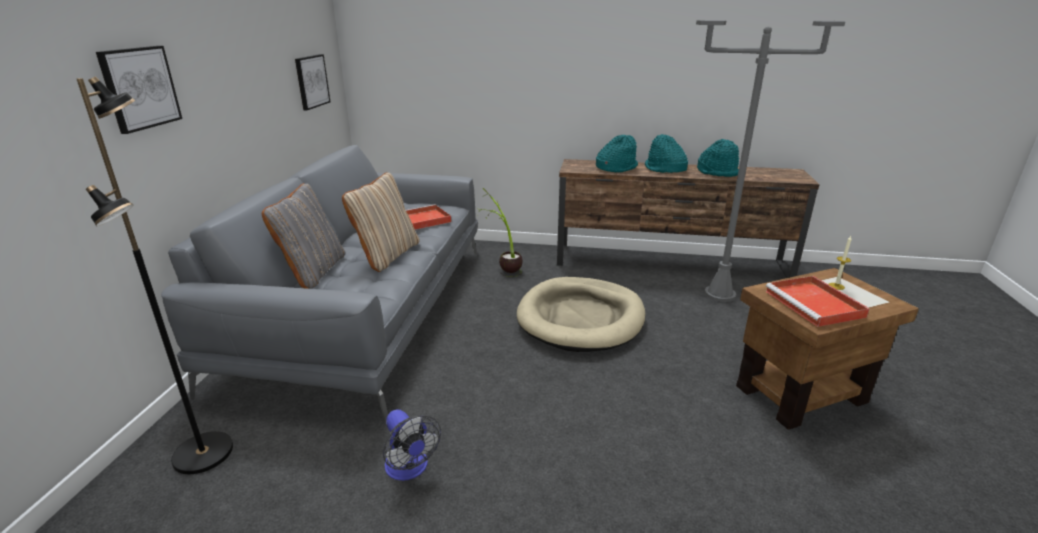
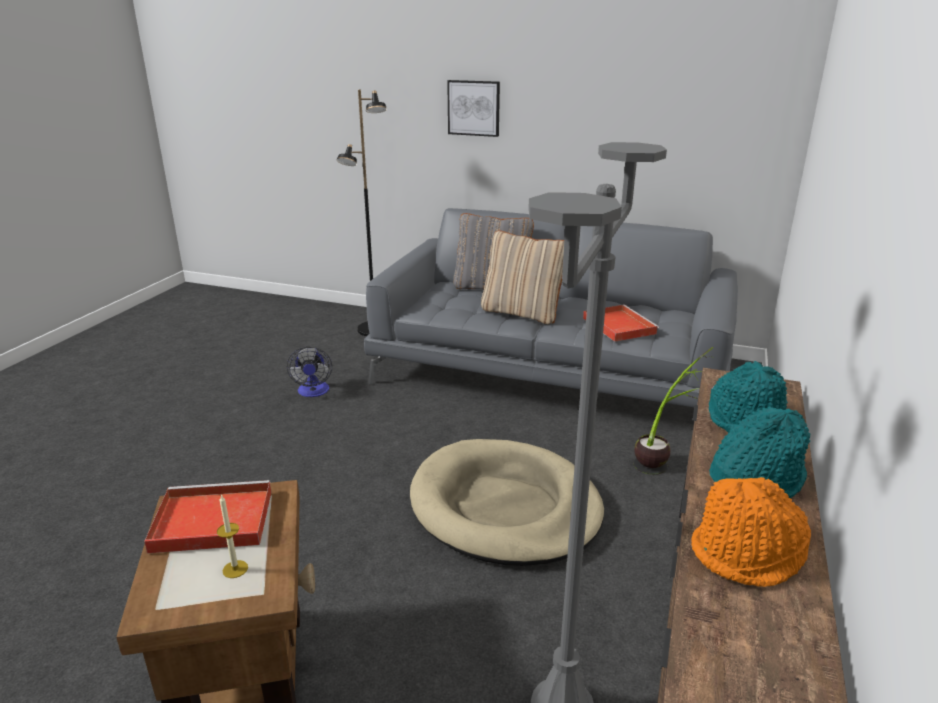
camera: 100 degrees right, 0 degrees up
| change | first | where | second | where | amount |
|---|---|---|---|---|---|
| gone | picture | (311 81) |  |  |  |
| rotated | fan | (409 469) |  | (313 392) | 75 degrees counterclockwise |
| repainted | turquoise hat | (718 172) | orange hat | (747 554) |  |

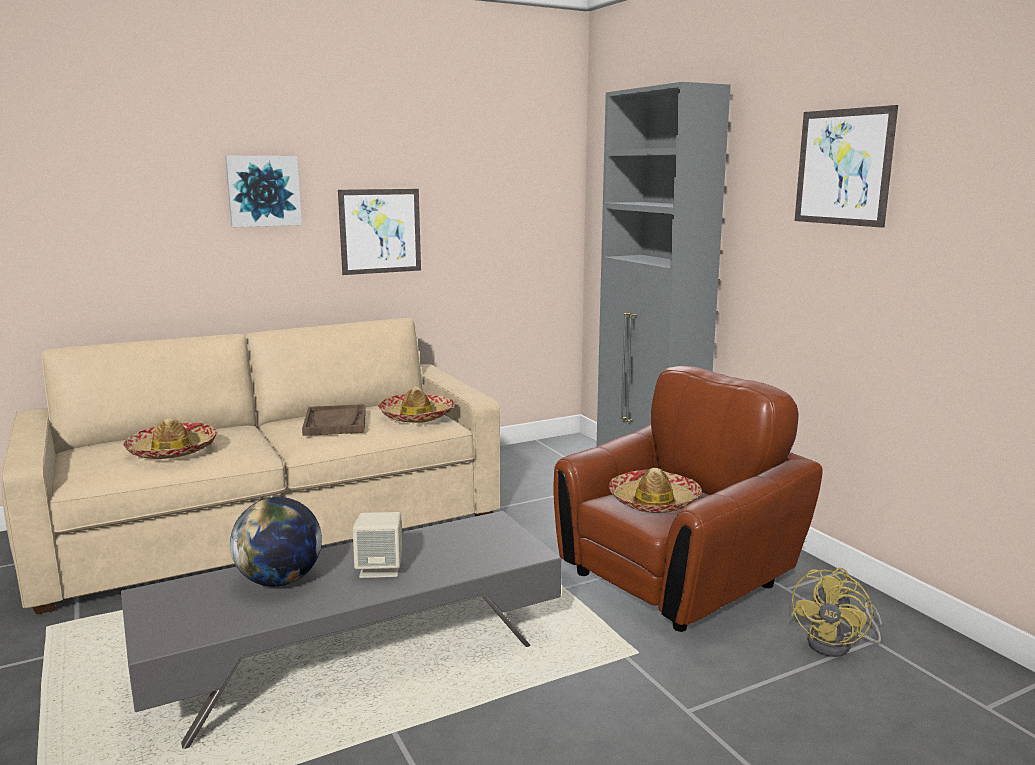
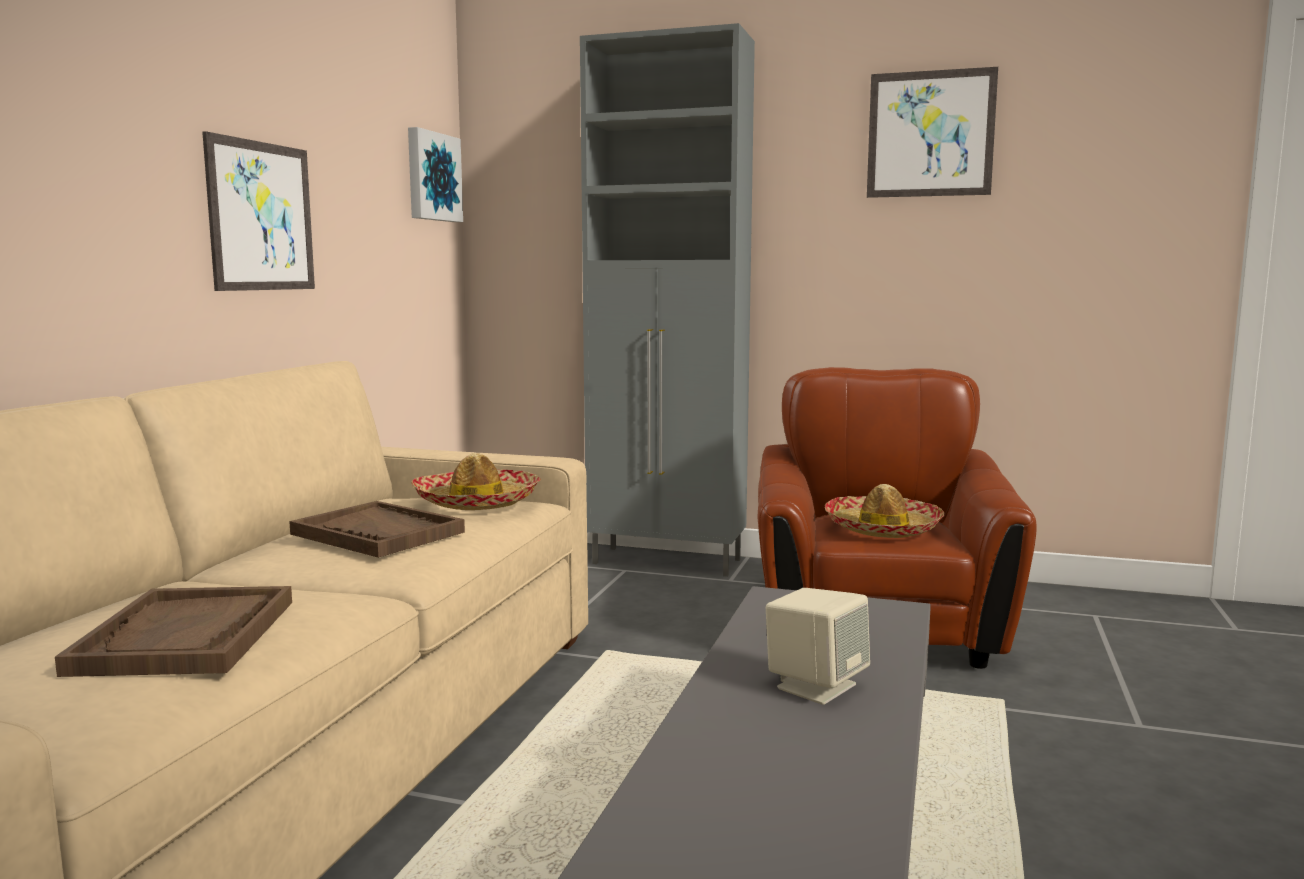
camera: 45 degrees left, 5 degrees down
| change | first | where | second | where | amount |
|---|---|---|---|---|---|
| swapped | hat | (172 450) | brown tray | (186 636) |  |
| shifted | picture | (263 191) |  | (432 177) |  |
| gone | globe | (280 580) |  |  |  |
| gone | yellow fan | (837 645) |  |  |  |

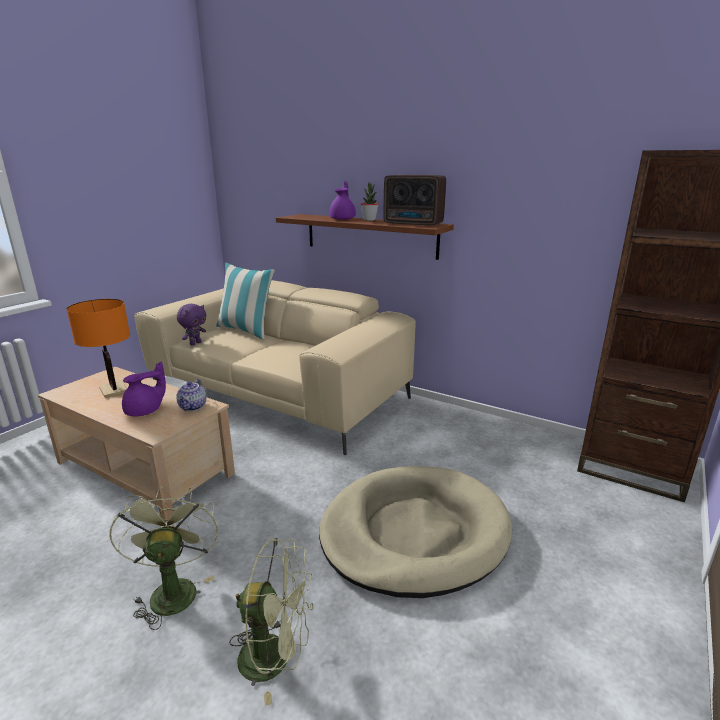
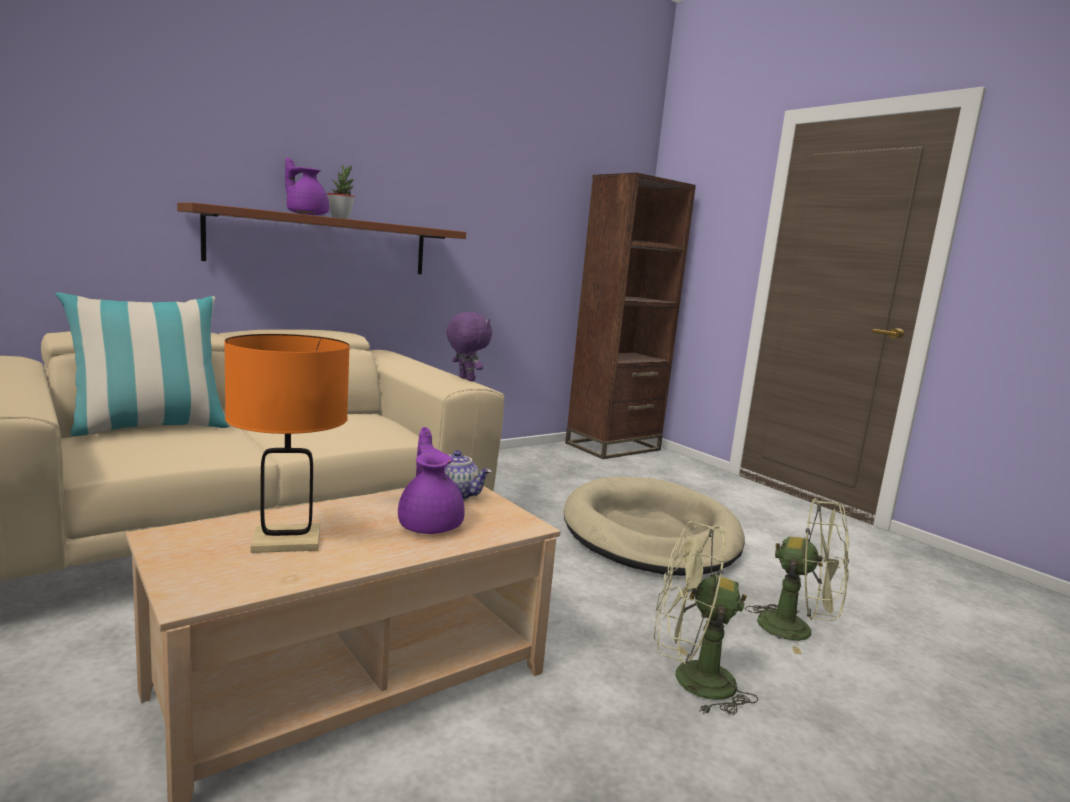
camera: 70 degrees left, 10 degrees down
| change | first | where | second | where | amount |
|---|---|---|---|---|---|
| shifted | purple plush toy | (195 343) |  | (465 379) |  |
| rotated | green fan | (276 657) |  | (797 630) | 90 degrees clockwise |
| gone | radio | (414 224) |  |  |  |

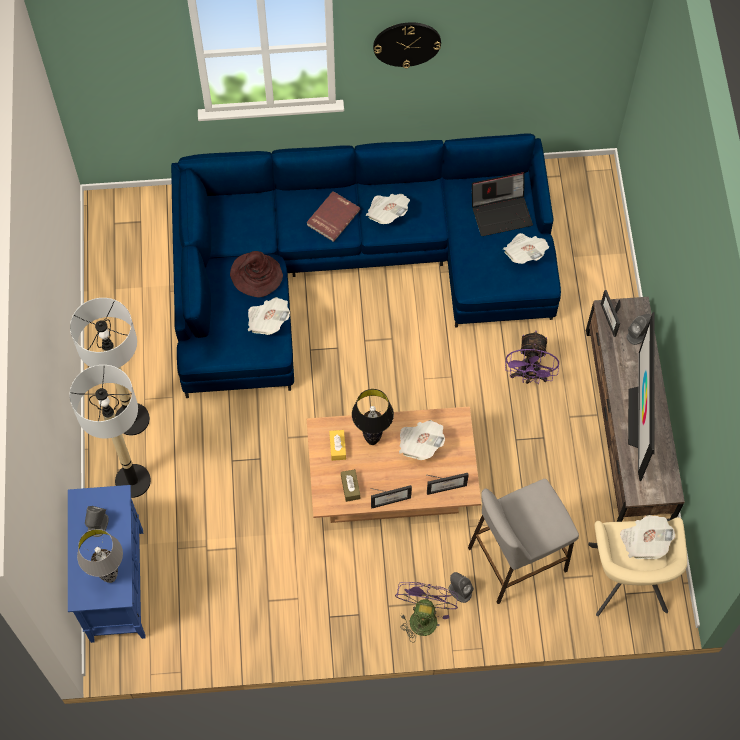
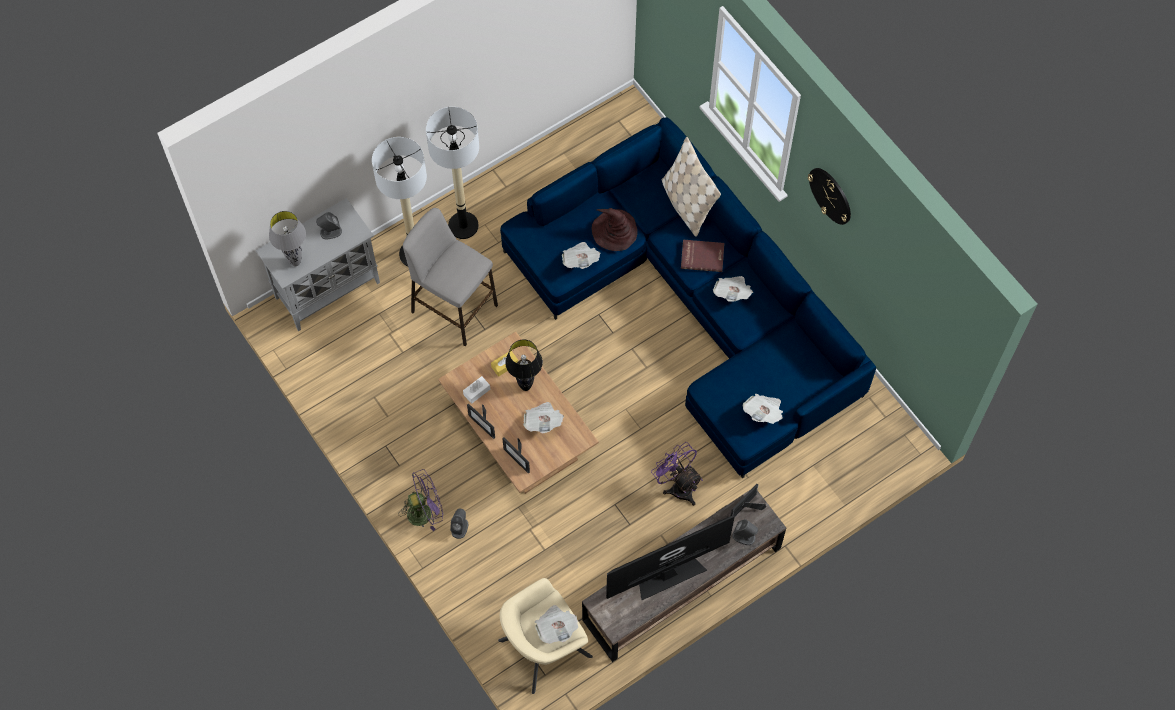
camera: 60 degrees right, 0 degrees up
| change | first | where | second | where | amount |
|---|---|---|---|---|---|
| repainted | blue cabinet | (117 584) | grey cabinet | (328 289) |  |
| repainted | brown tissue box | (350 487) | white tissue box | (477 392) |  |
| shifted | grey stool | (516 559) |  | (454 308) |  |
| gone | laptop | (501 212) |  |  |  |
| rotated | purple fan | (528 376) |  | (678 486) | 75 degrees clockwise |
| new |  |  | beige pillow | (687 204) |  |

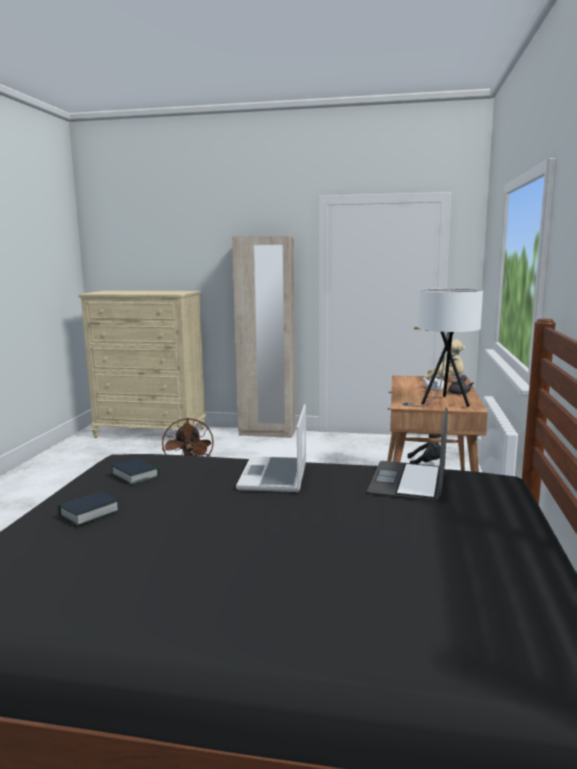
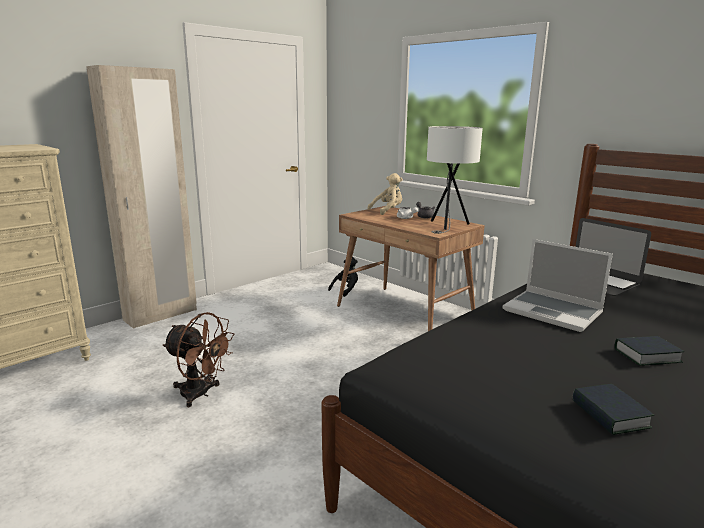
camera: 55 degrees left, 5 degrees up
| change | first | where | second | where | amount |
|---|---|---|---|---|---|
| shifted | book | (135 476) |  | (646 355) |  |

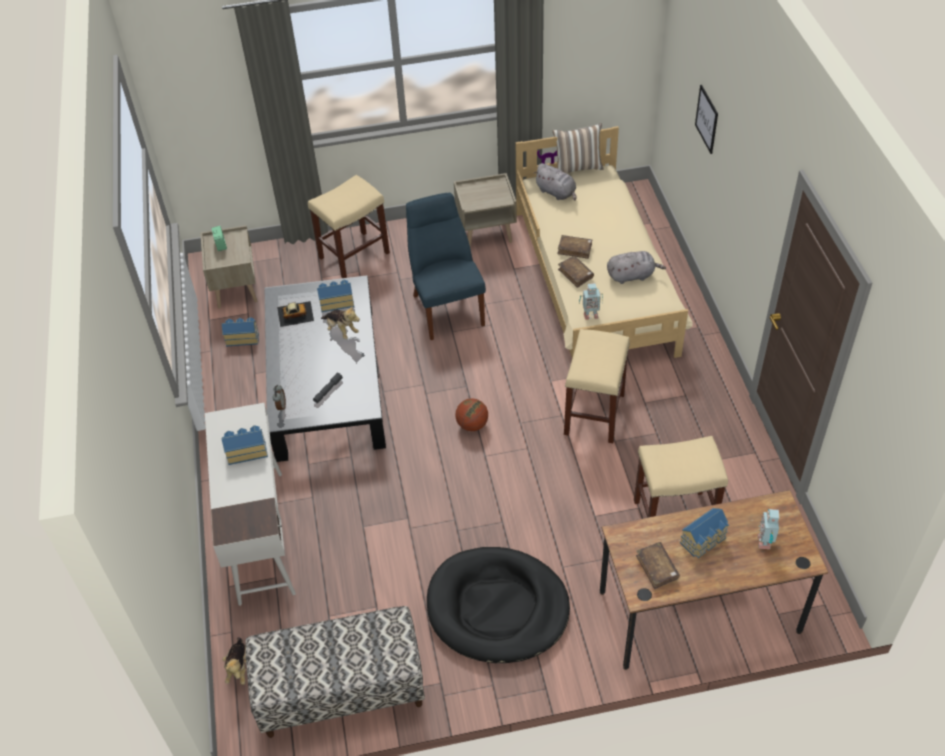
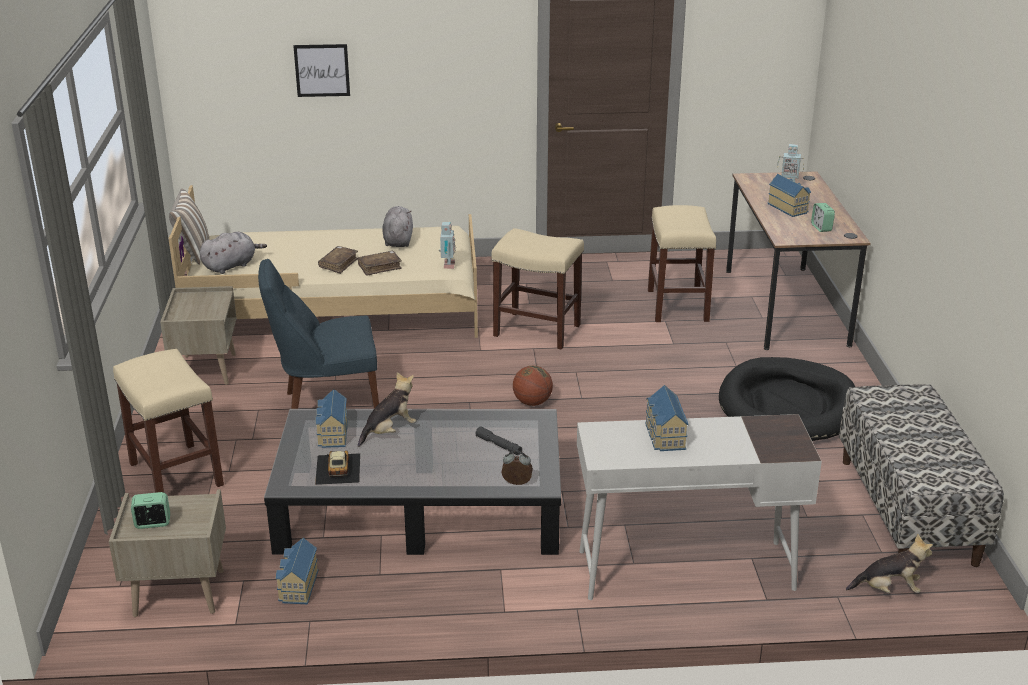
camera: 85 degrees left, 20 degrees down
| change | first | where | second | where | amount |
|---|---|---|---|---|---|
| swapped | brown book | (657 568) | alarm clock | (821 228) |  |

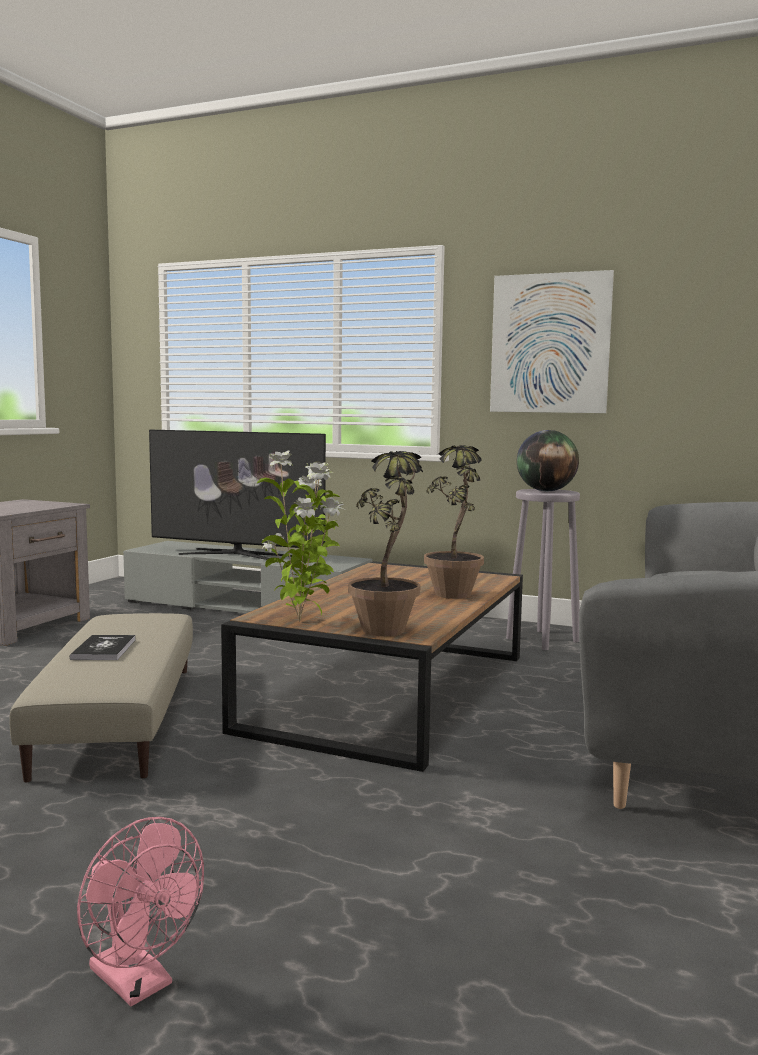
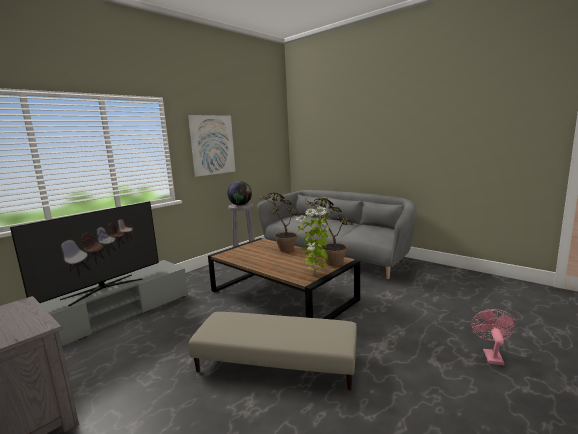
camera: 70 degrees left, 5 degrees up
| change | first | where | second | where | amount |
|---|---|---|---|---|---|
| gone | book | (104 649) |  |  |  |
| rotated | pink fan | (139 983) |  | (491 355) | 45 degrees counterclockwise |

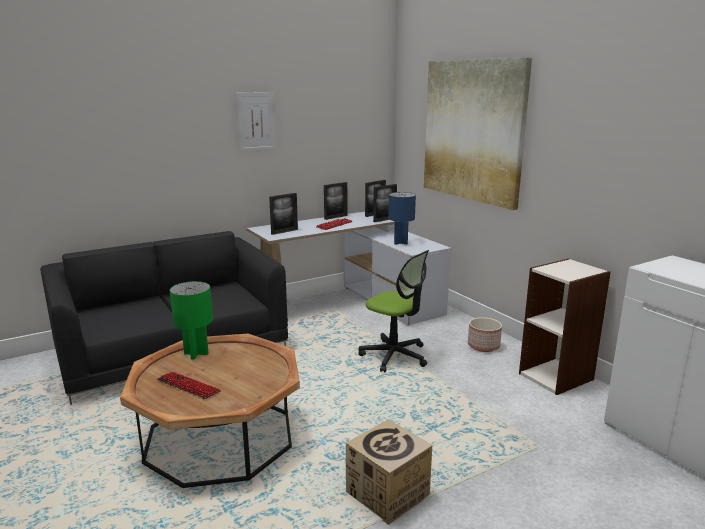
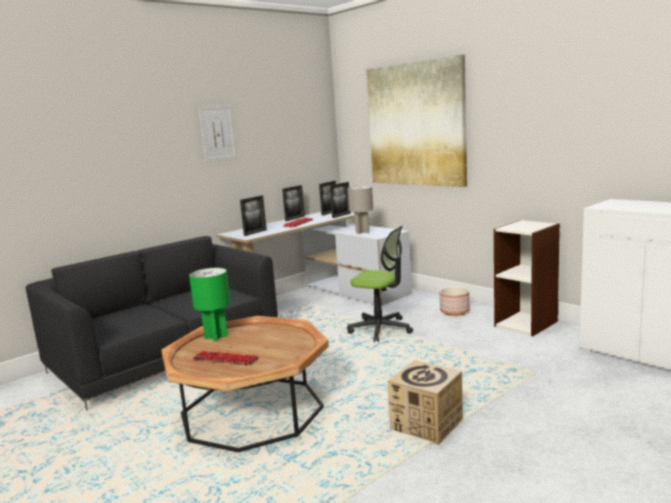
camera: 10 degrees left, 5 degrees down
| change | first | where | second | where | amount |
|---|---|---|---|---|---|
| repainted | blue table lamp | (400 242) | grey table lamp | (362 232) |  |

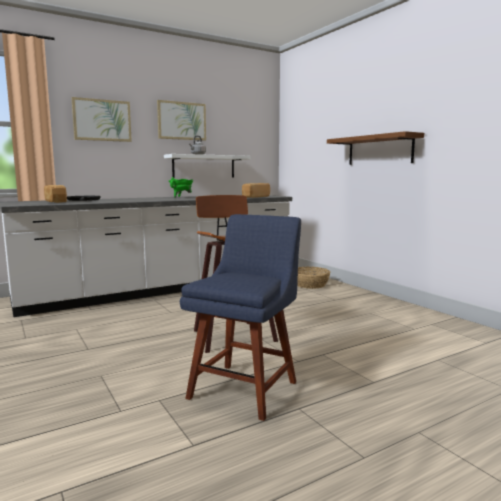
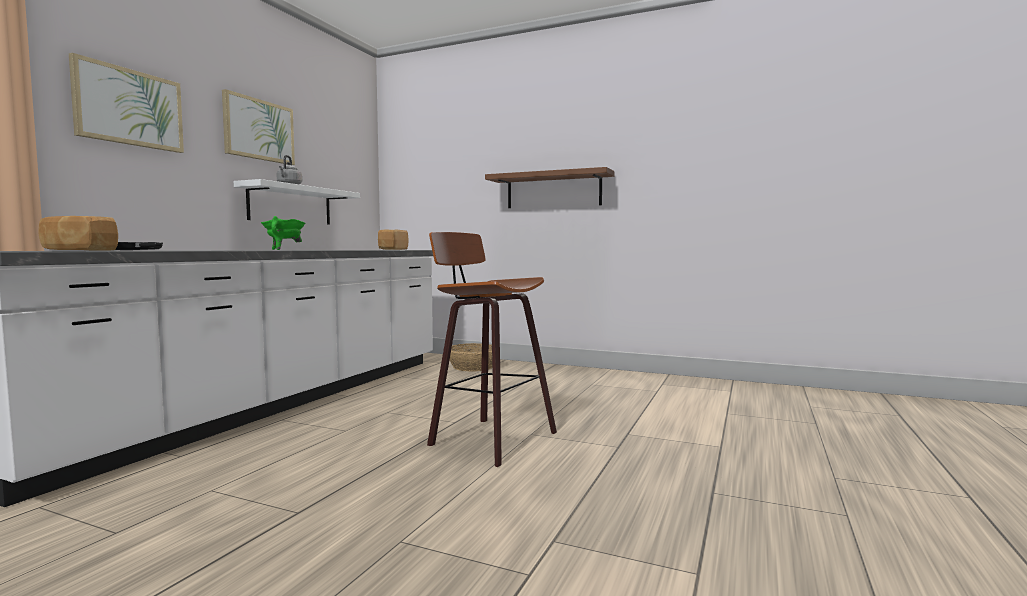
camera: 35 degrees left, 5 degrees down
| change | first | where | second | where | amount |
|---|---|---|---|---|---|
| gone | blue chair | (245 387) |  |  |  |

